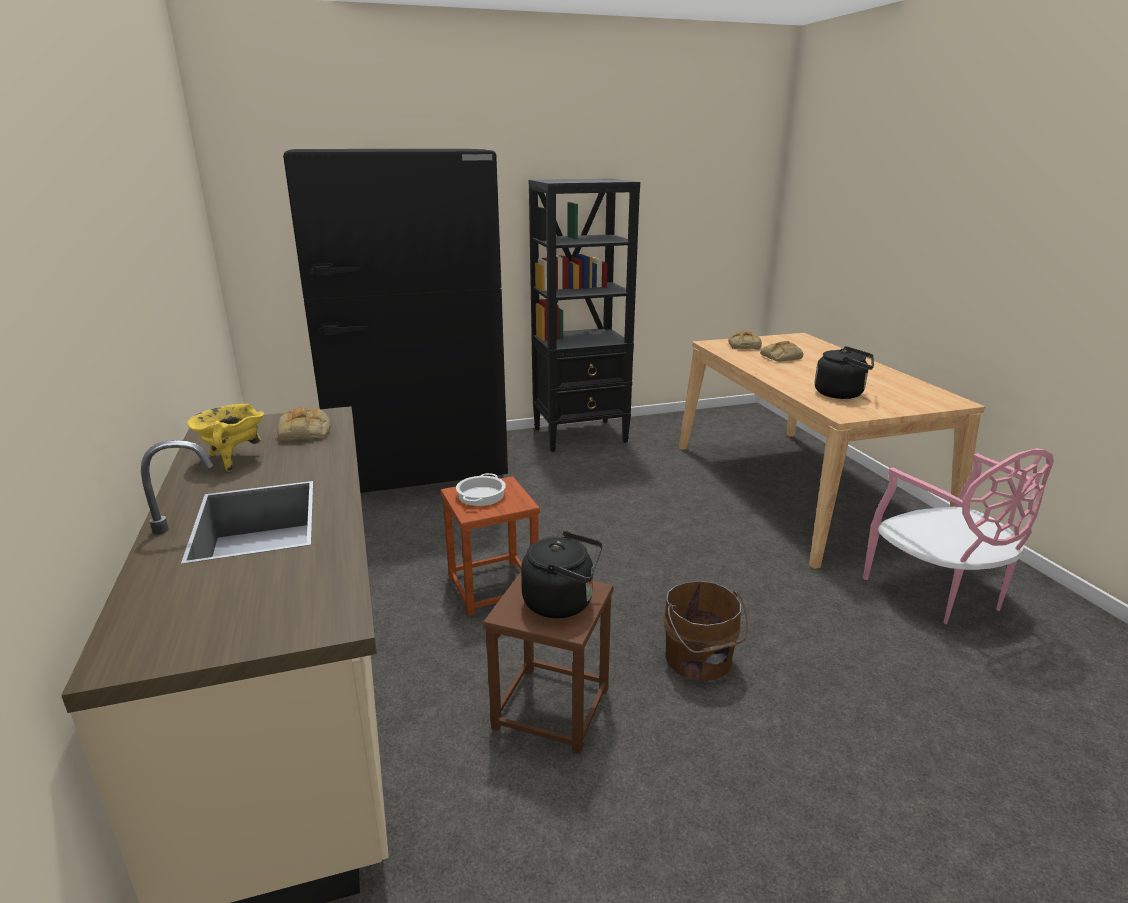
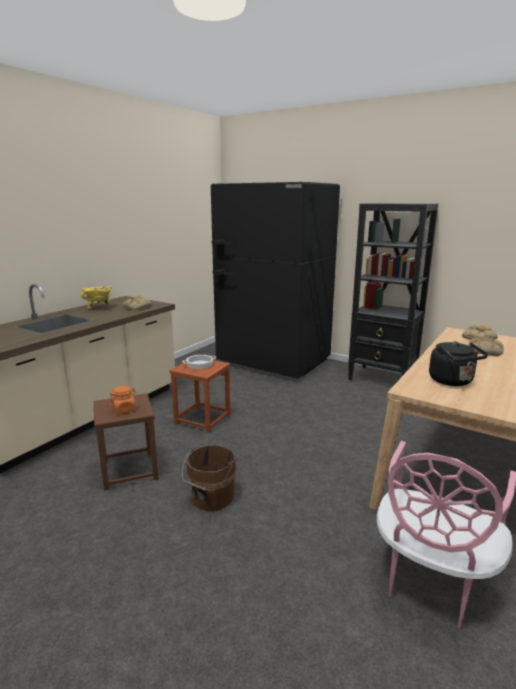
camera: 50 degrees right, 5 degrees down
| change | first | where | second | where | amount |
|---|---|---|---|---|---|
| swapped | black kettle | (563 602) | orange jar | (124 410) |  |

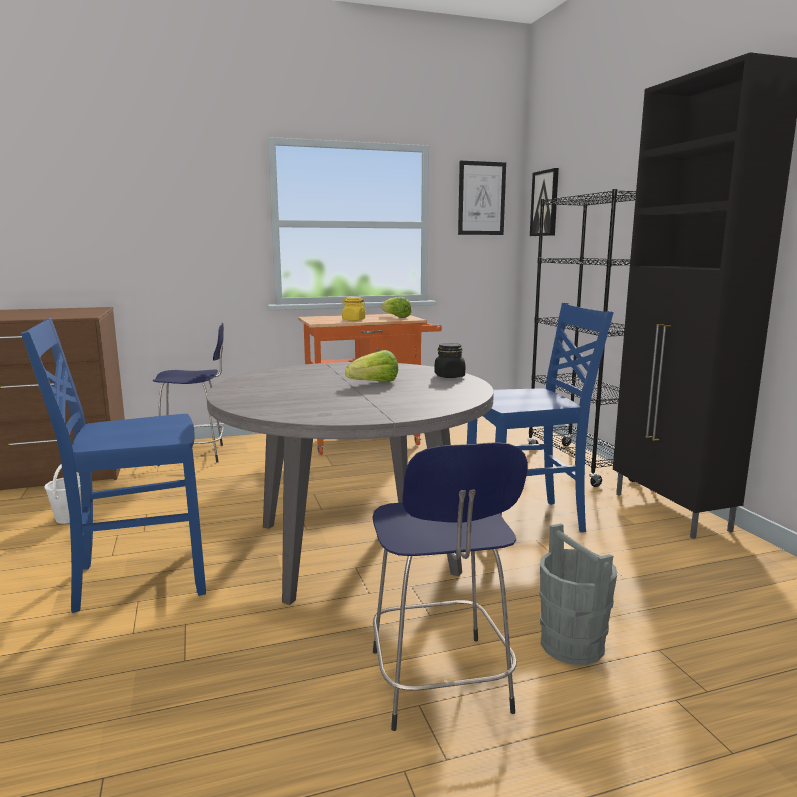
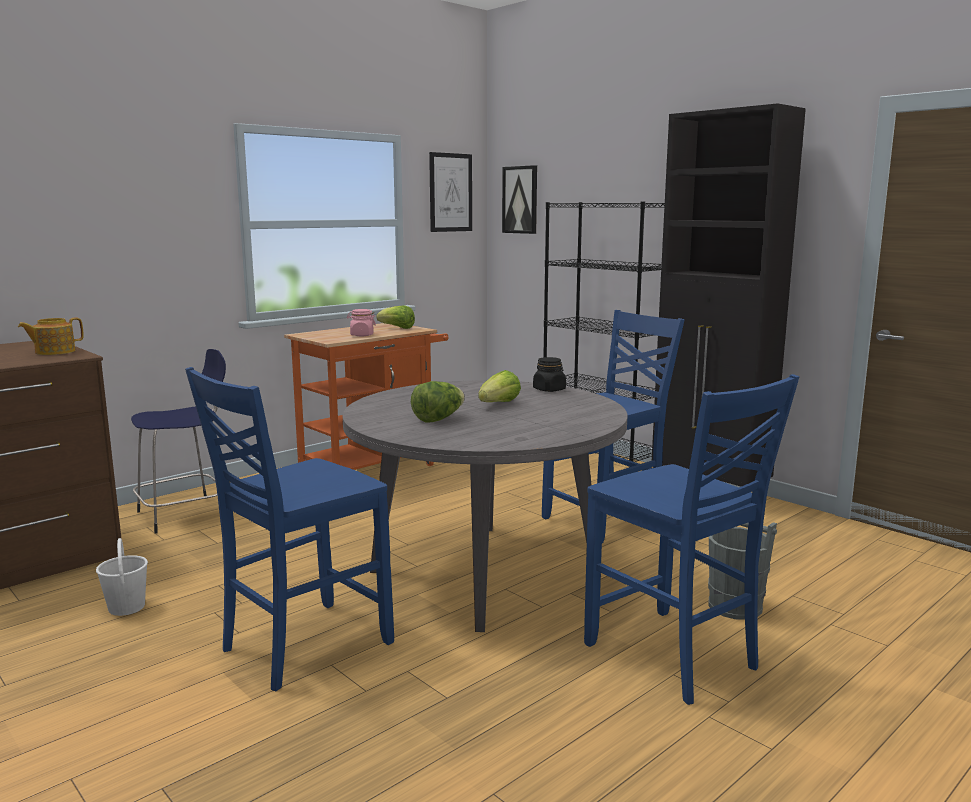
camera: 25 degrees left, 0 degrees up
| change | first | where | second | where | amount |
|---|---|---|---|---|---|
| repainted | yellow jar | (353 320) | pink jar | (361 335) |  |
| swapped | blue stool | (440 684) | blue chair | (673 657) |  |
| new |  |  | teapot | (54 352) |  |
| new |  |  | lettuce | (438 419) |  |

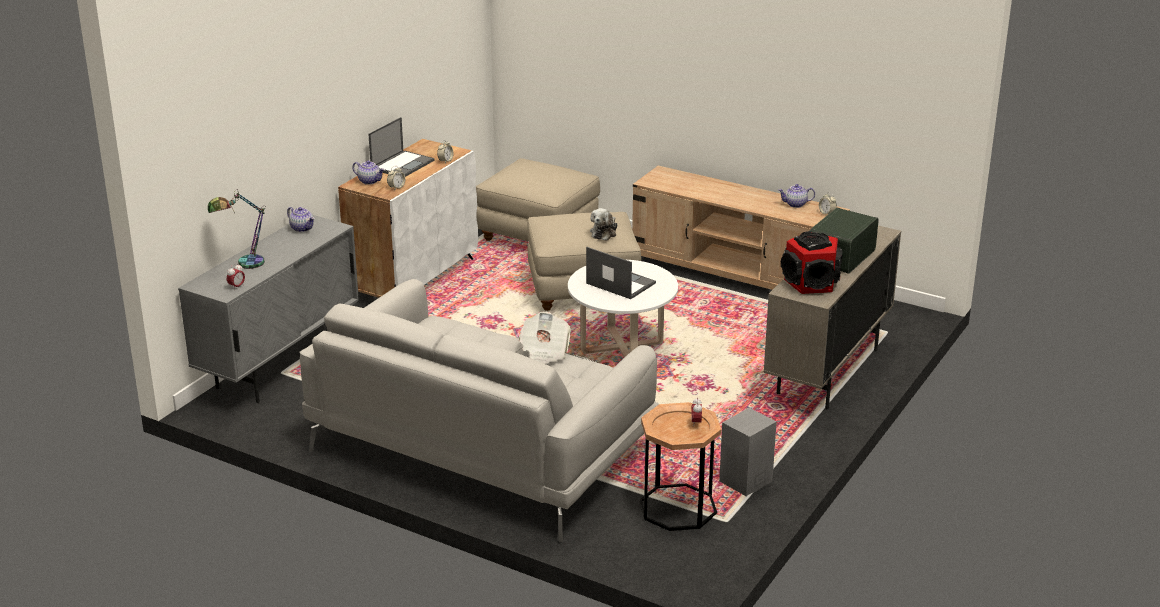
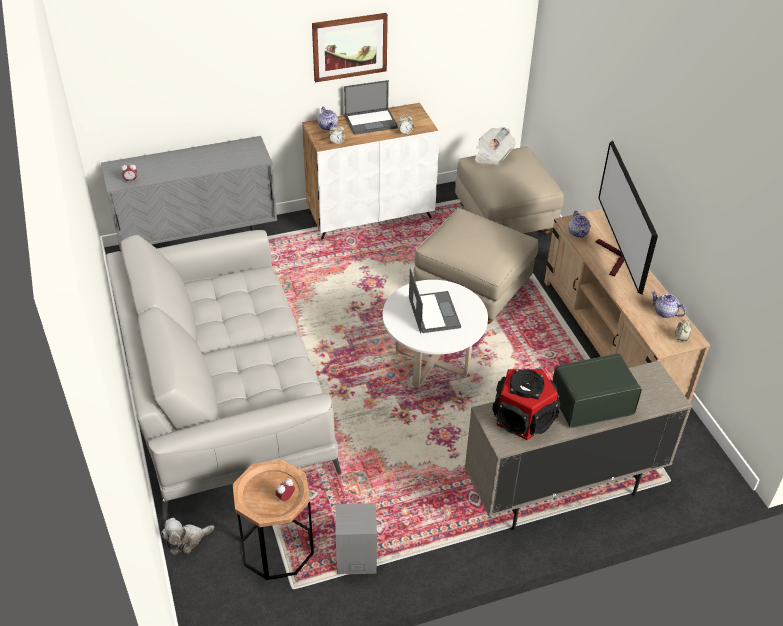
camera: 40 degrees right, 15 degrees up
| change | first | where | second | where | amount |
|---|---|---|---|---|---|
| gone | table lamp | (243 264) |  |  |  |
| shifted | teapot | (302 228) |  | (578 233) |  |
| shifted | newspaper | (544 352) |  | (492 155) |  |
| shifted | plush toy | (604 233) |  | (186 540) |  |
| new |  |  | picture | (349 46) |  |
| new |  |  | television | (615 258) |  |

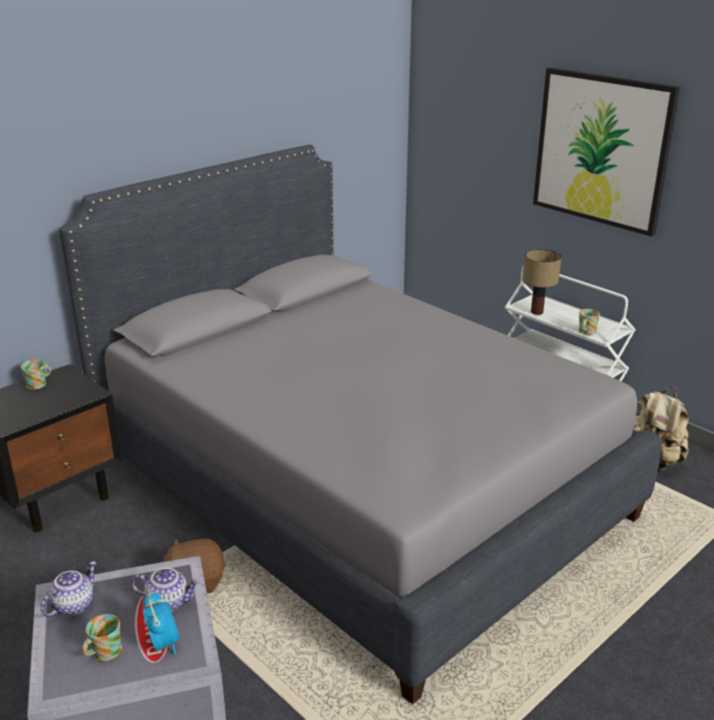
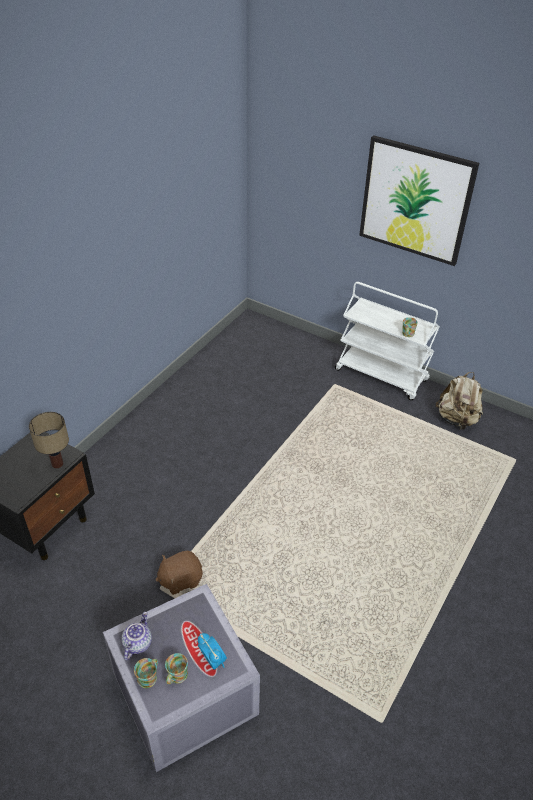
camera: 15 degrees left, 15 degrees up
| change | first | where | second | where | amount |
|---|---|---|---|---|---|
| shifted | mug | (39 384) |  | (149 677) |  |
| gone | grey bed | (357 485) |  |  |  |
| gone | teapot | (168 602) |  |  |  |
| shifted | table lamp | (537 312) |  | (57 464) |  |

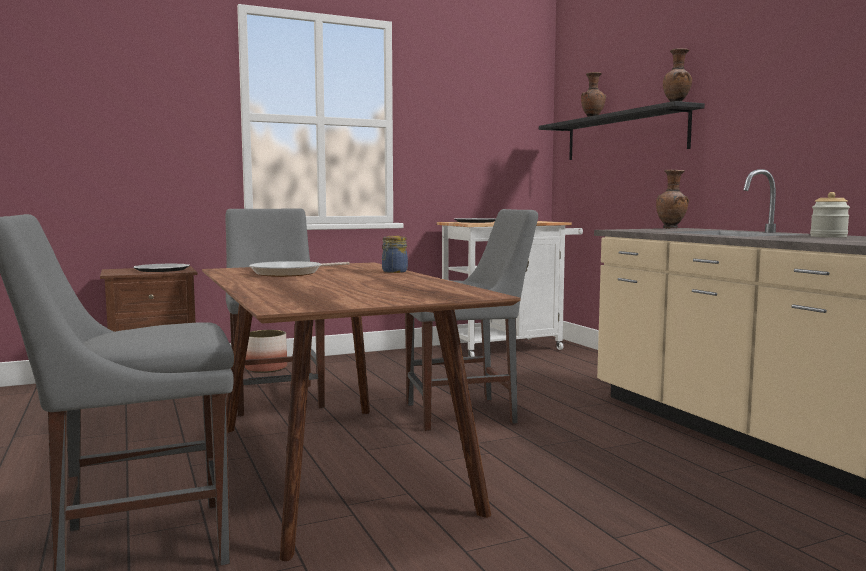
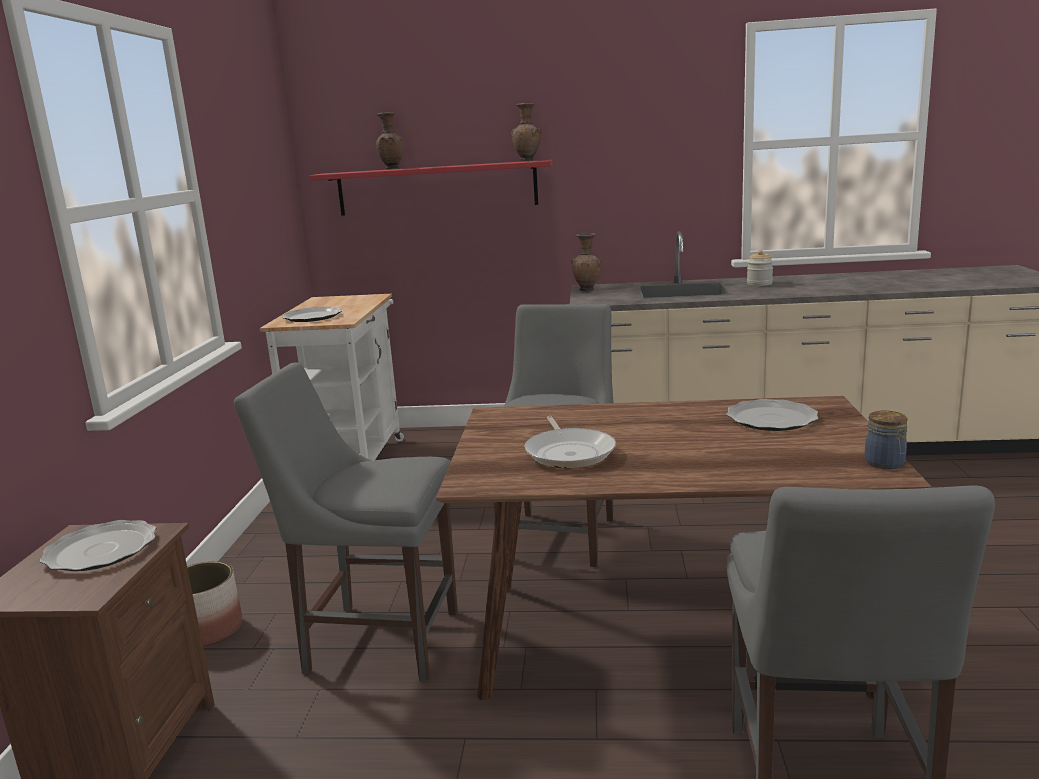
camera: 60 degrees left, 10 degrees up
| change | first | where | second | where | amount |
|---|---|---|---|---|---|
| shifted | jar | (393 271) |  | (885 464) |  |
| repainted | black shelf | (623 136) | red shelf | (437 188) |  |
| new |  |  | plate | (771 419) |  |

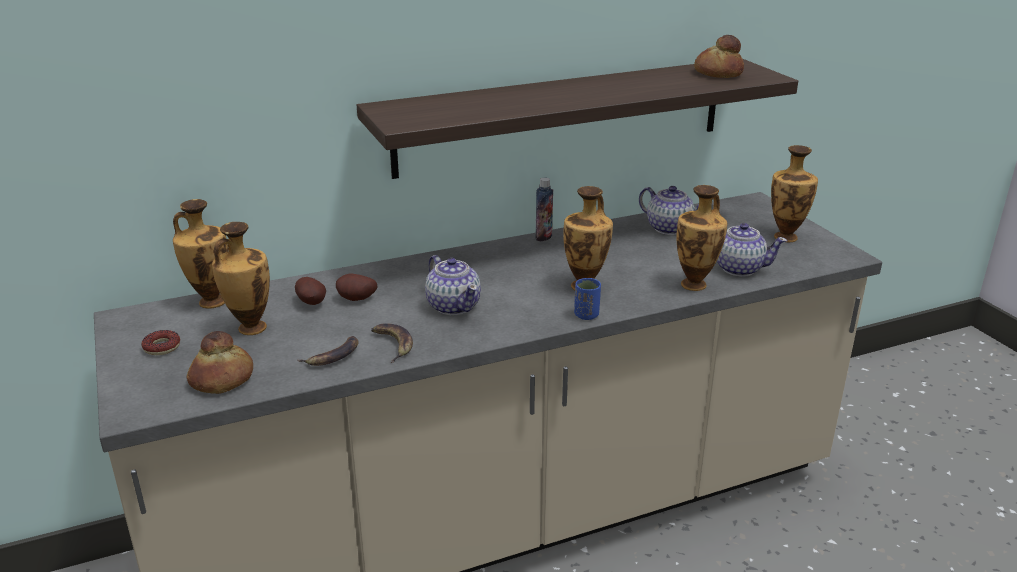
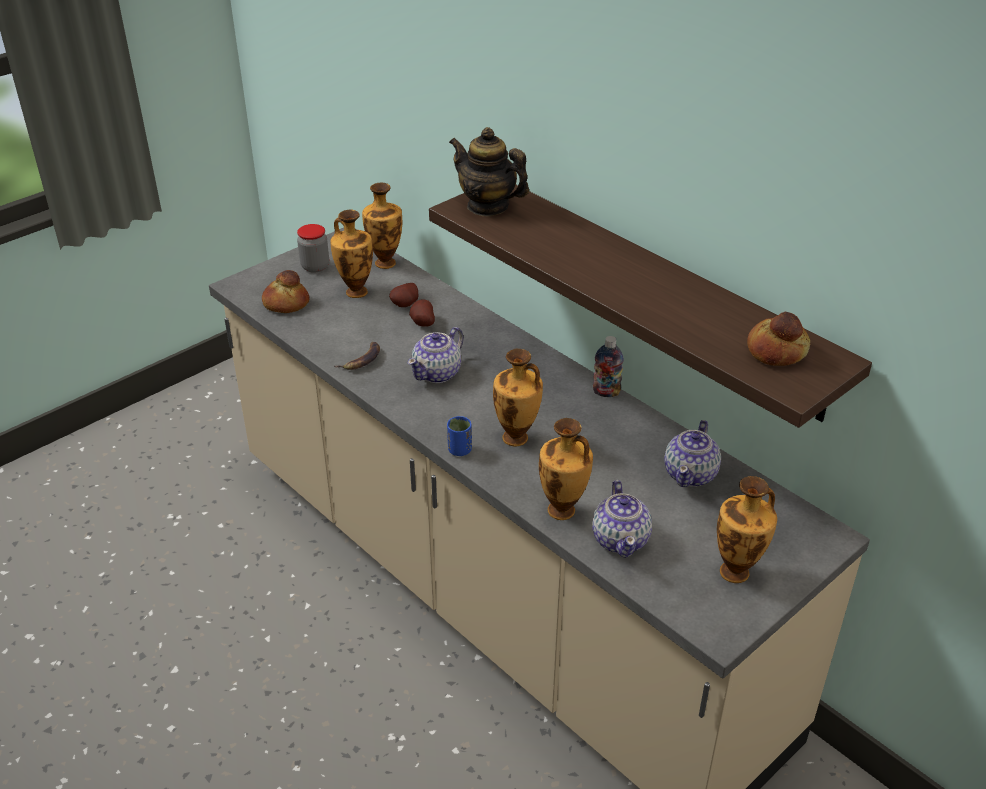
camera: 70 degrees right, 10 degrees up
| change | first | where | second | where | amount |
|---|---|---|---|---|---|
| swapped | donut | (162 347) | jar | (315 266) |  |
| gone | banana | (333 356) |  |  |  |
| new |  |  | teapot | (488 206) |  |

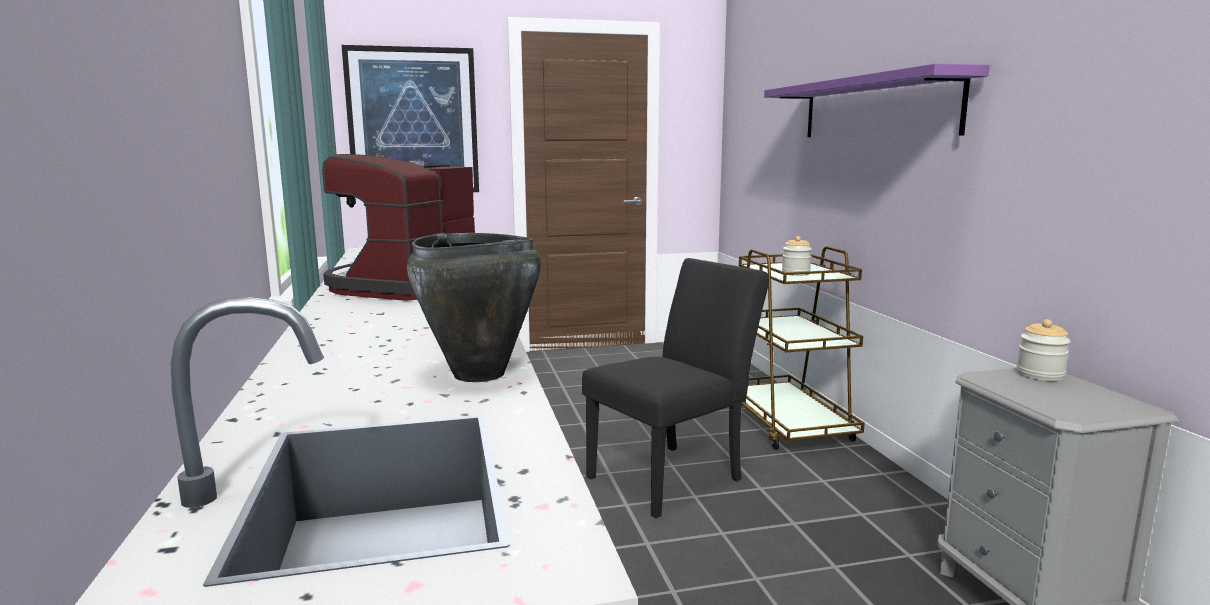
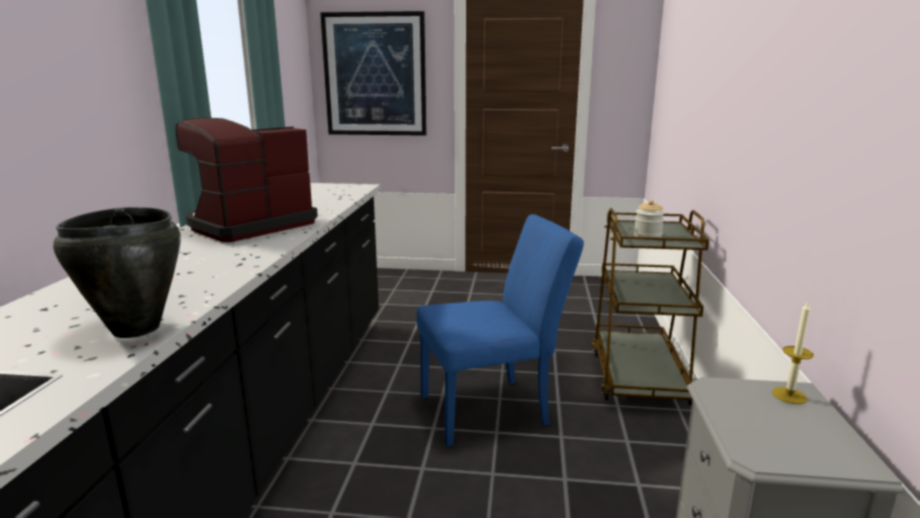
camera: 20 degrees right, 5 degrees up
| change | first | where | second | where | amount |
|---|---|---|---|---|---|
| repainted | black chair | (673 475) | blue chair | (493 408) |  |
| gone | purple shelf | (875 108) |  |  |  |
| swapped | jar | (1040 375) | candle | (789 395) |  |

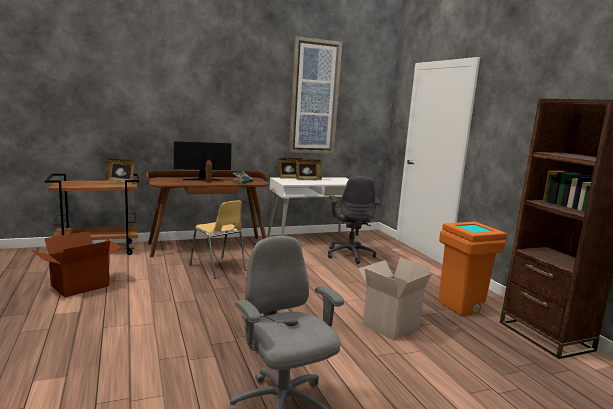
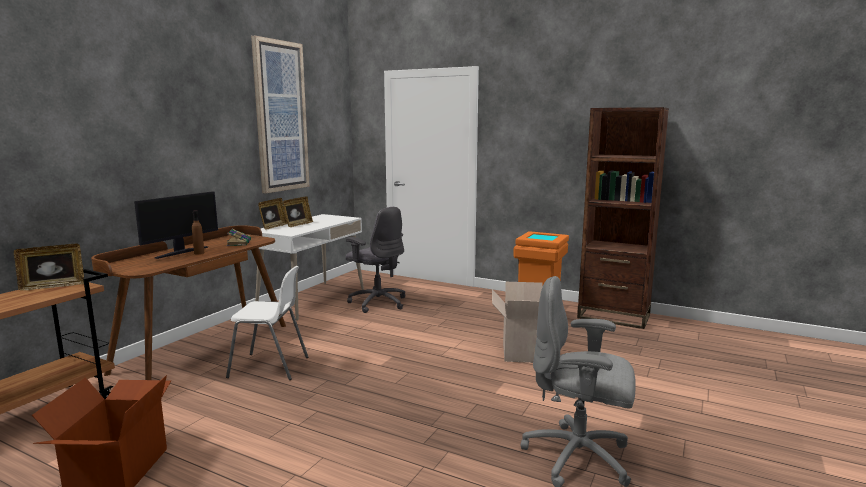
camera: 40 degrees left, 0 degrees up
| change | first | where | second | where | amount |
|---|---|---|---|---|---|
| repainted | yellow chair | (218 268) | white chair | (270 367) |  |

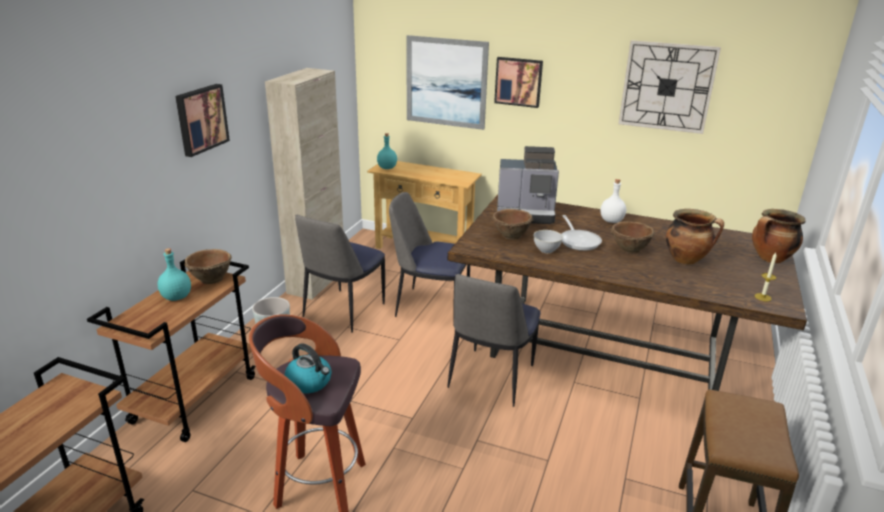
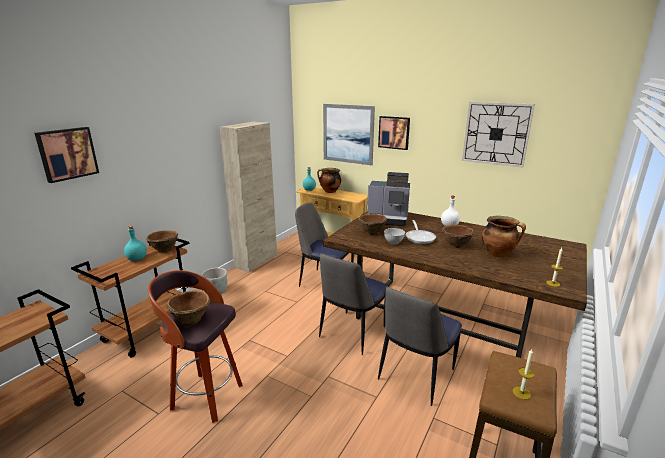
camera: 10 degrees right, 5 degrees down
| change | first | where | second | where | amount |
|---|---|---|---|---|---|
| shifted | picture | (201 119) |  | (67 153) |  |
| swapped | kettle | (310 382) | brown bowl | (191 319) |  |
| shifted | chair | (343 311) |  | (415 376) |  |
| shifted | cooking pot | (770 259) |  | (329 191) |  |
| new |  |  | candle | (521 393) |  |

